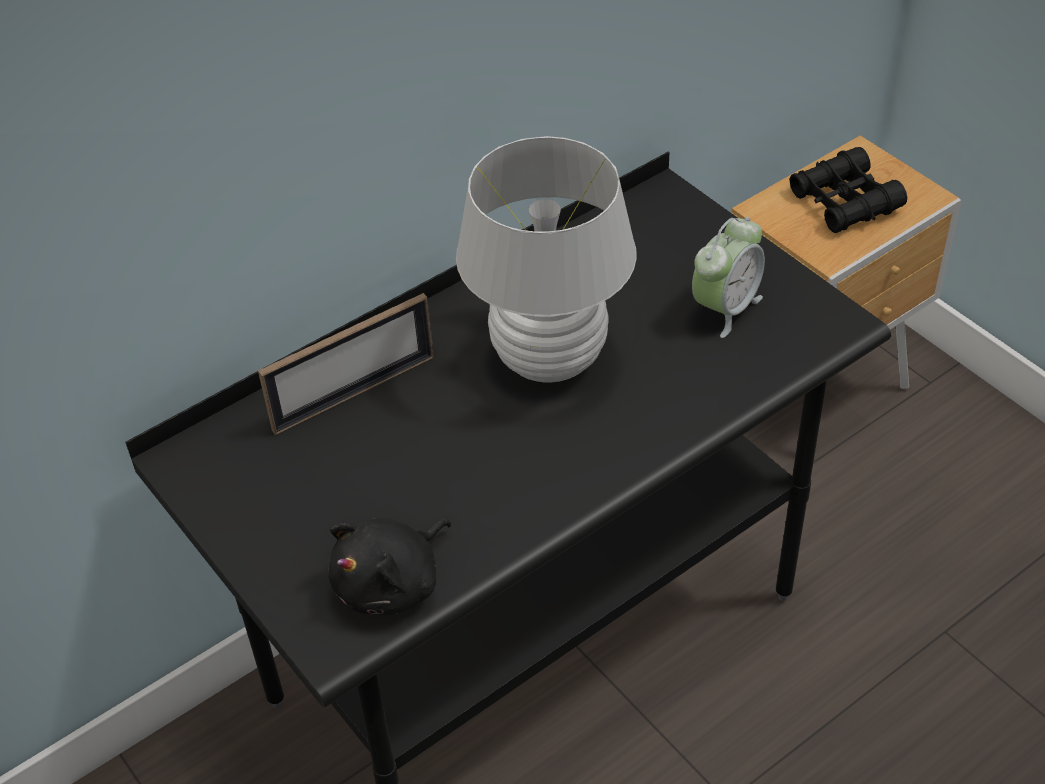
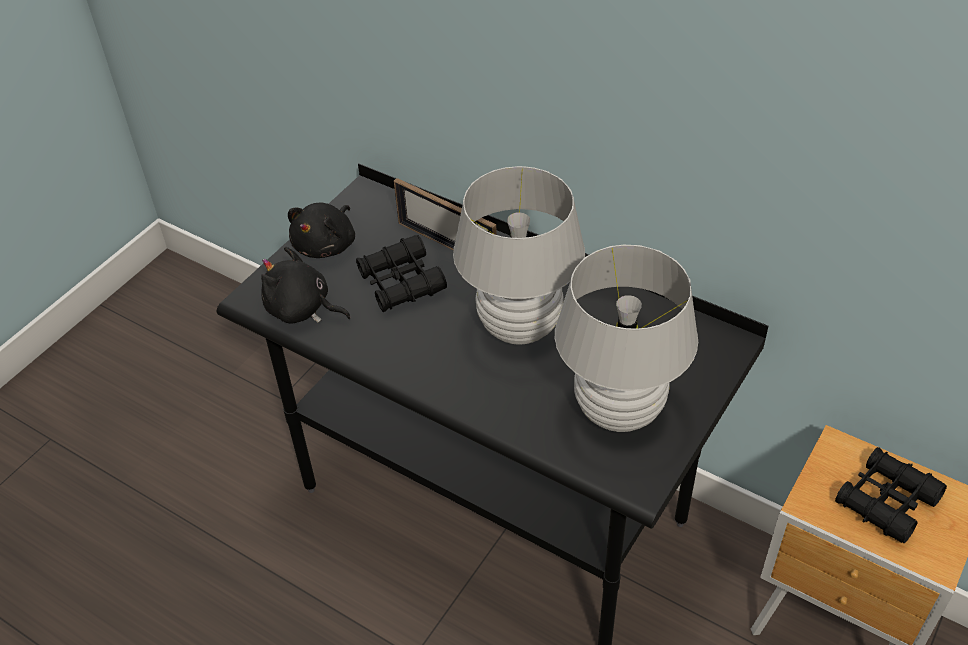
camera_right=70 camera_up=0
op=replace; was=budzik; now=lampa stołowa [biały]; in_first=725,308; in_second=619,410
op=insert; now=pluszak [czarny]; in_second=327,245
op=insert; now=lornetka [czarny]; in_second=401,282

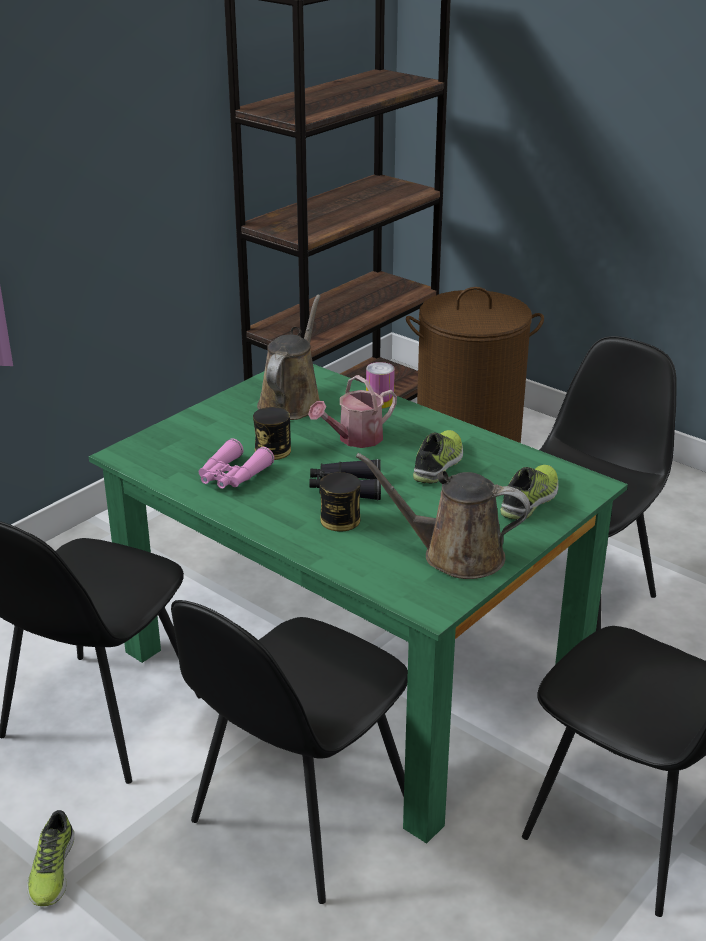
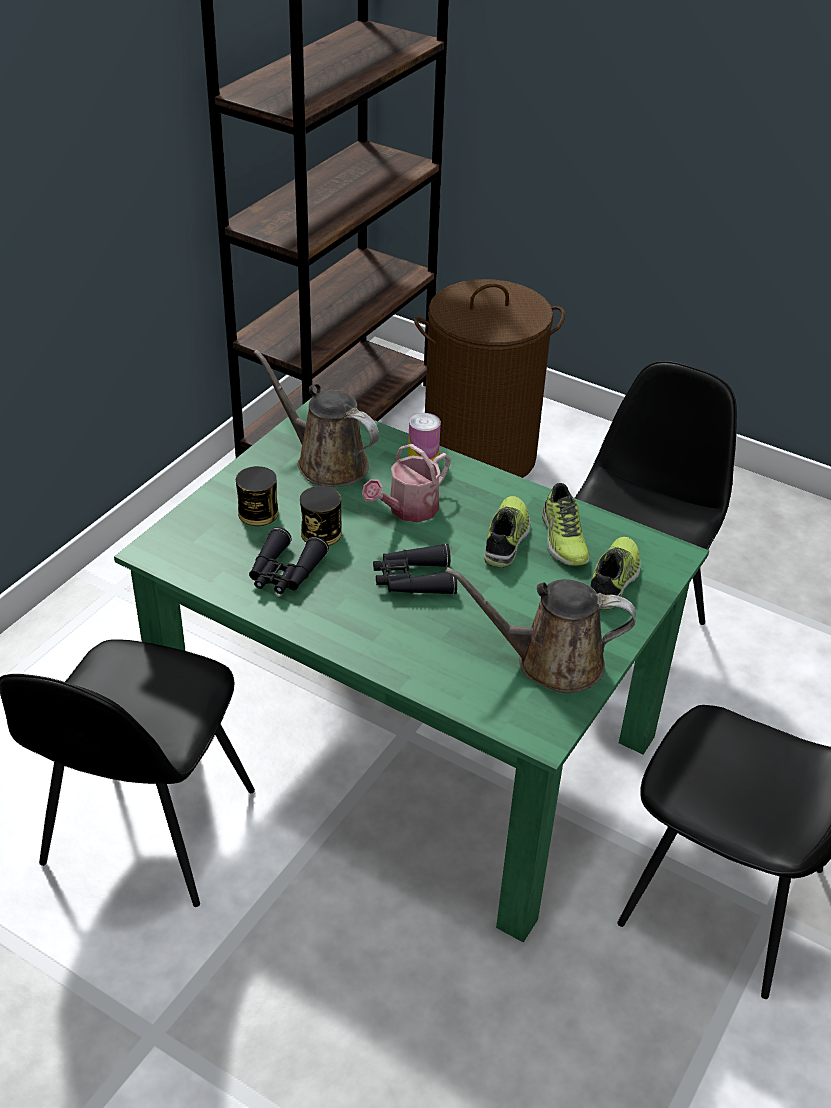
camera_right=-10 camera_up=10
op=rotate; was=konewka [brązowy]; in_first=292,402; in_second=326,462; clockwise=-60
op=recolor; was=lornetka [różowy]; now=lornetka [czarny]; in_first=232,476; in_second=285,573
op=move; was=puszka; in_first=340,520; in_second=258,513
op=delete; was=krzesło [czarny]; in_first=298,818
op=move; was=but; in_first=51,870; in_second=562,538

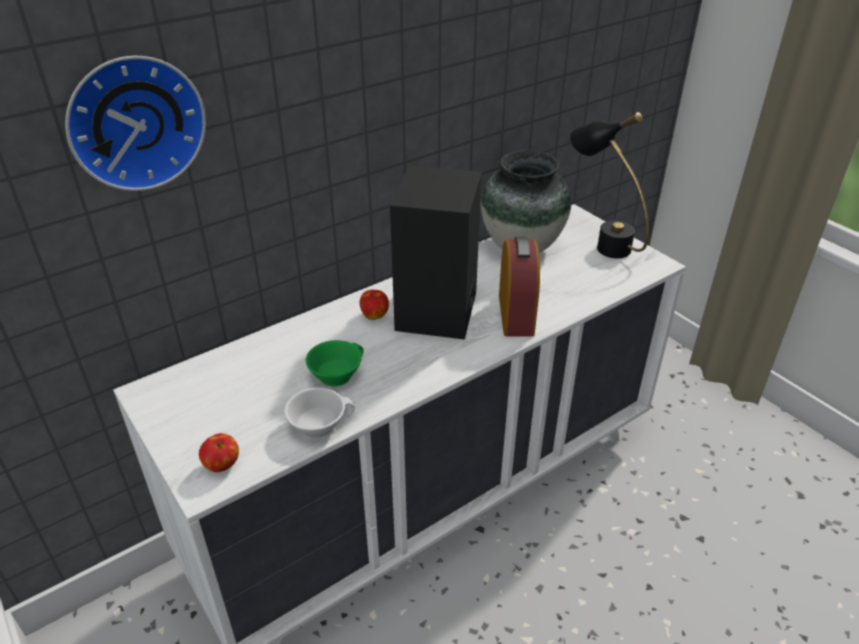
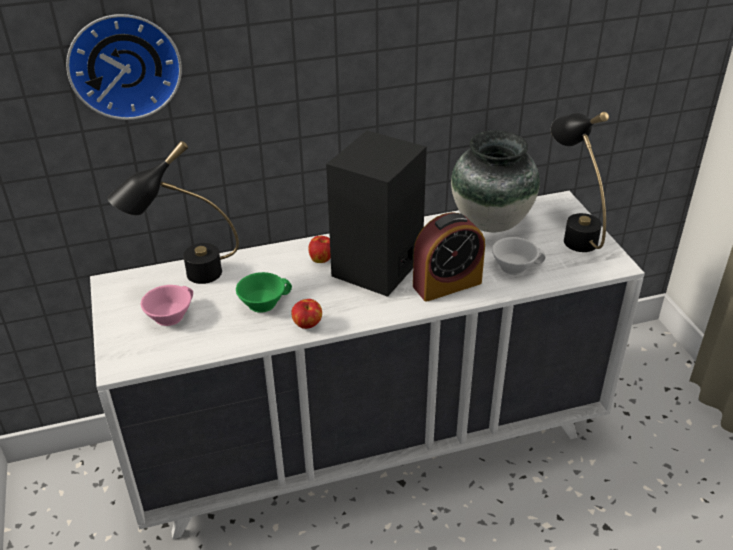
camera_right=20 camera_up=0
op=rotate; was=budzik; in_first=516,314; in_second=447,284; clockwise=45
op=move; was=filiżanka [biały]; in_first=318,424; in_second=514,265
op=move; was=jabłko; in_first=222,465; in_second=307,325
op=insert; now=lampa stołowa [czarny]; in_second=187,277
op=insert; now=filiżanka [różowy]; in_second=169,314

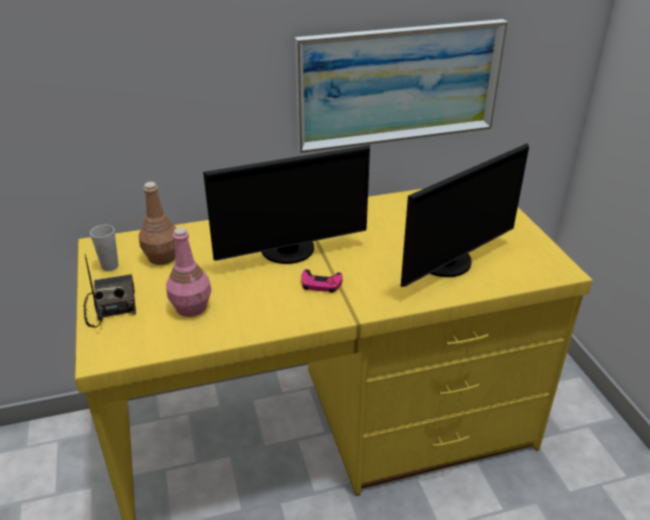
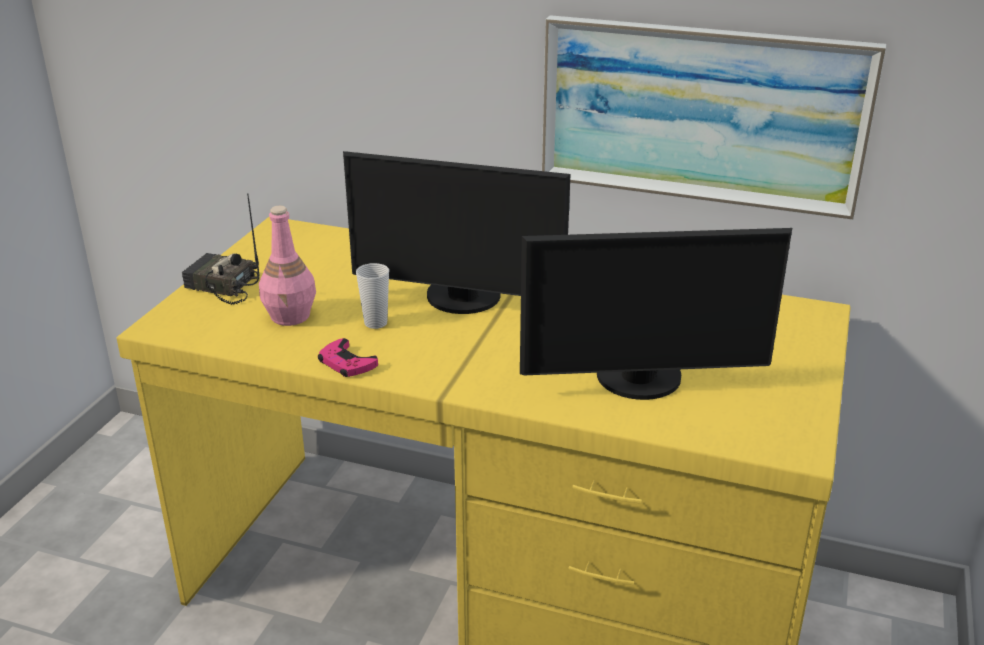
camera_right=35 camera_up=-5
op=delete; was=butelka [brązowy]; in_first=162,257
op=move; was=filiżanka; in_first=110,266; in_second=376,323
op=rotate; was=radio; in_first=111,306; in_second=221,287; clockwise=-90
op=move; was=pad do gier [różowy]; in_first=321,284; in_second=346,363

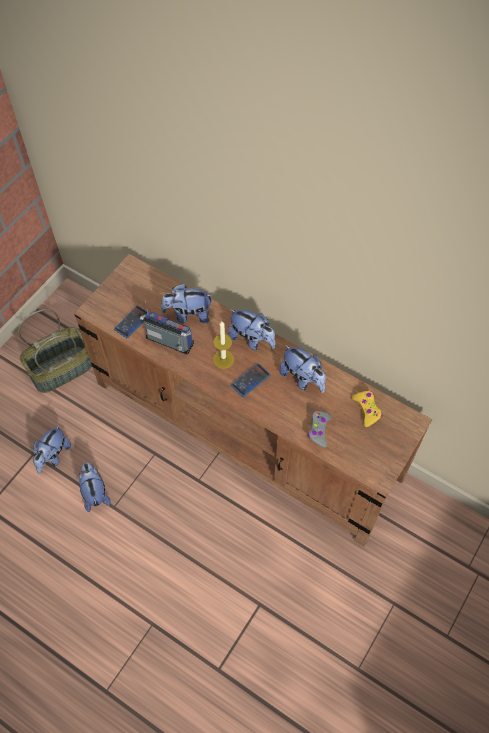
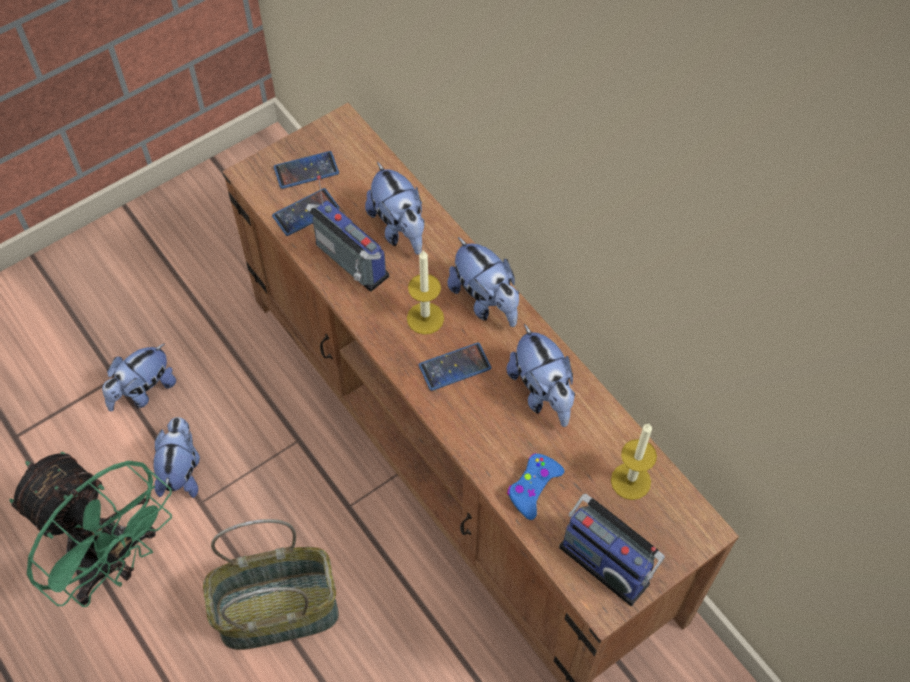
camera_right=20 camera_up=0
op=rotate; was=pluszak; in_first=188,315; in_second=399,228; clockwise=-135
op=move; was=koszyk; in_first=61,368; in_second=278,609
op=replace; was=pad do gier [żółty]; now=świeca; in_first=367,409; in_second=630,481
op=recolor; was=pad do gier [szary]; now=pad do gier [niebieski]; in_first=319,430; in_second=533,488
op=insert; now=telefon; in_second=306,170
op=insert; now=wentylator [zielony]; in_second=112,562
op=insert; now=radio; in_second=607,562

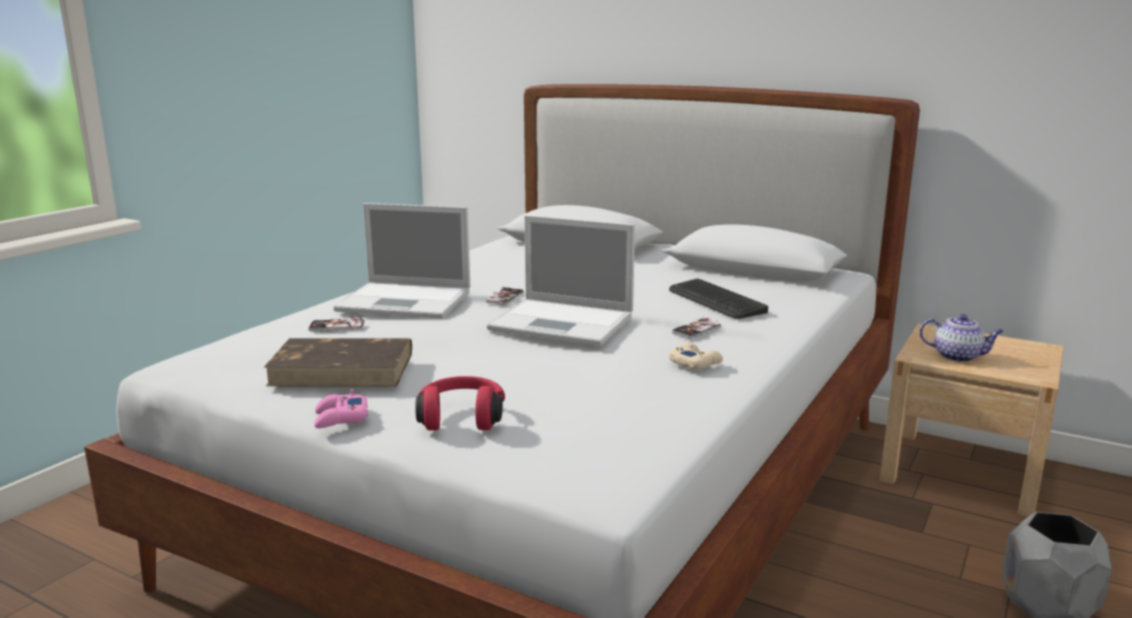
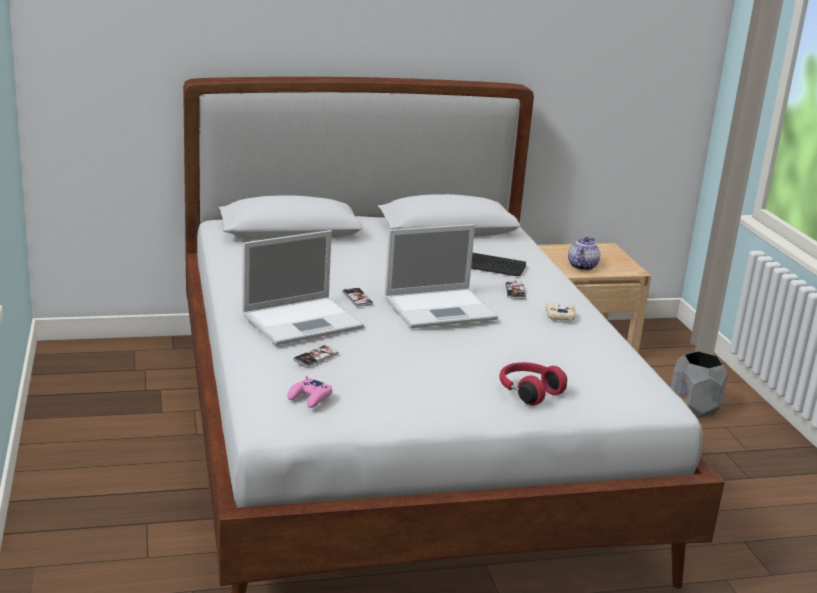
camera_right=-45 camera_up=5
op=rotate; was=imbryk; in_first=958,356; in_second=582,266; clockwise=-45
op=delete; was=książka [brązowy]; in_first=344,369
op=move; was=pad do gier [różowy]; in_first=340,418; in_second=310,398

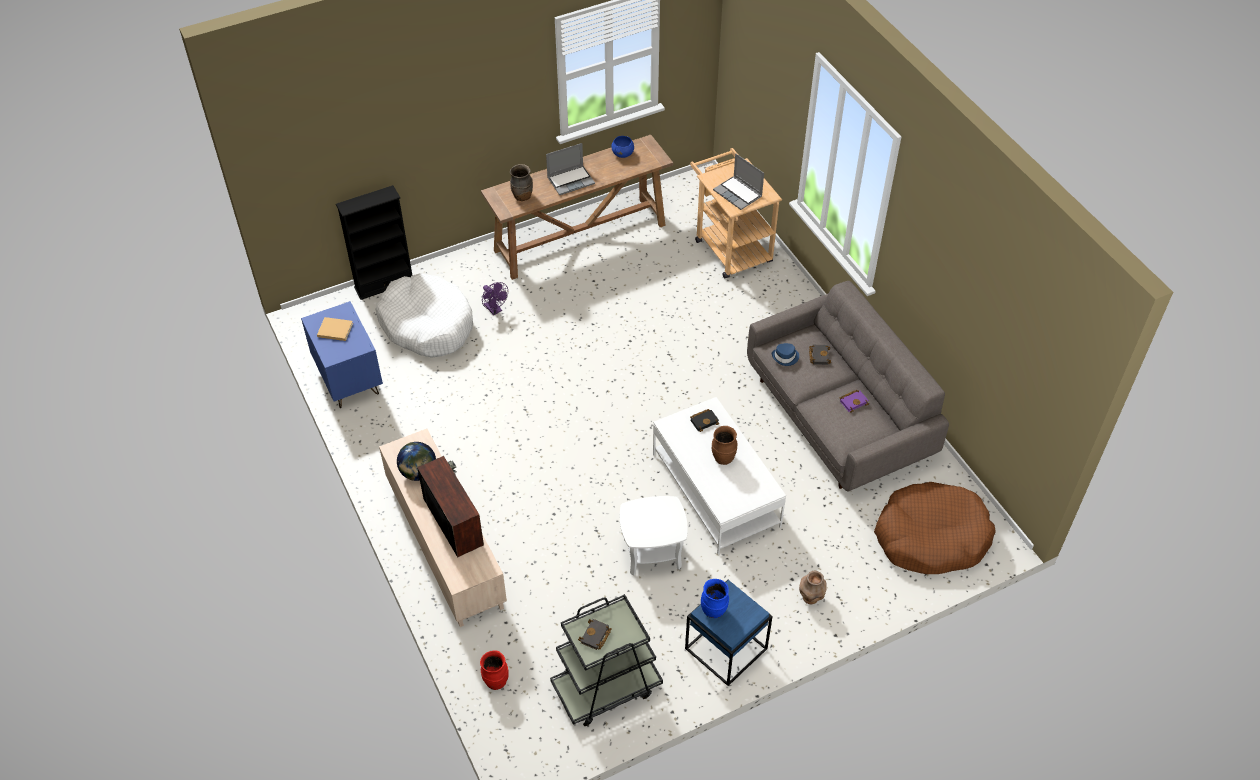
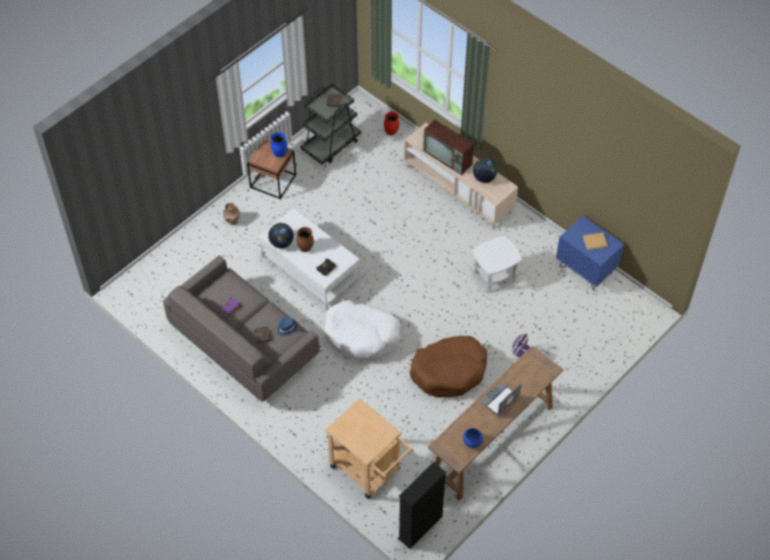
camera_right=160 camera_up=5
op=delete; was=laptop; in_first=738,194
op=delete; was=wazon [brązowy]; in_first=522,196
op=move; was=regał [czarny]; in_first=384,284; in_second=420,527
op=move; was=legowisko [biały]; in_first=427,324; in_second=362,336
op=move; was=legowisko [brązowy]; in_first=930,537; in_second=449,371
op=move; was=stolik [biały]; in_first=652,553; in_second=494,275
op=recolor; was=stolik [niebieski]; now=stolik [brązowy]; in_first=726,650; in_second=273,181
op=insert; now=globus; in_second=281,243

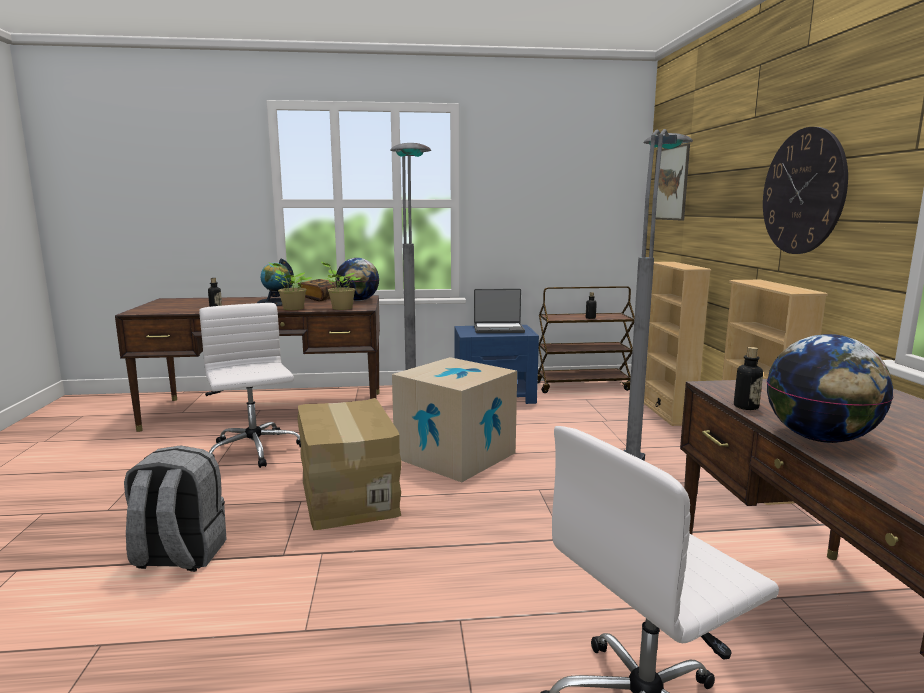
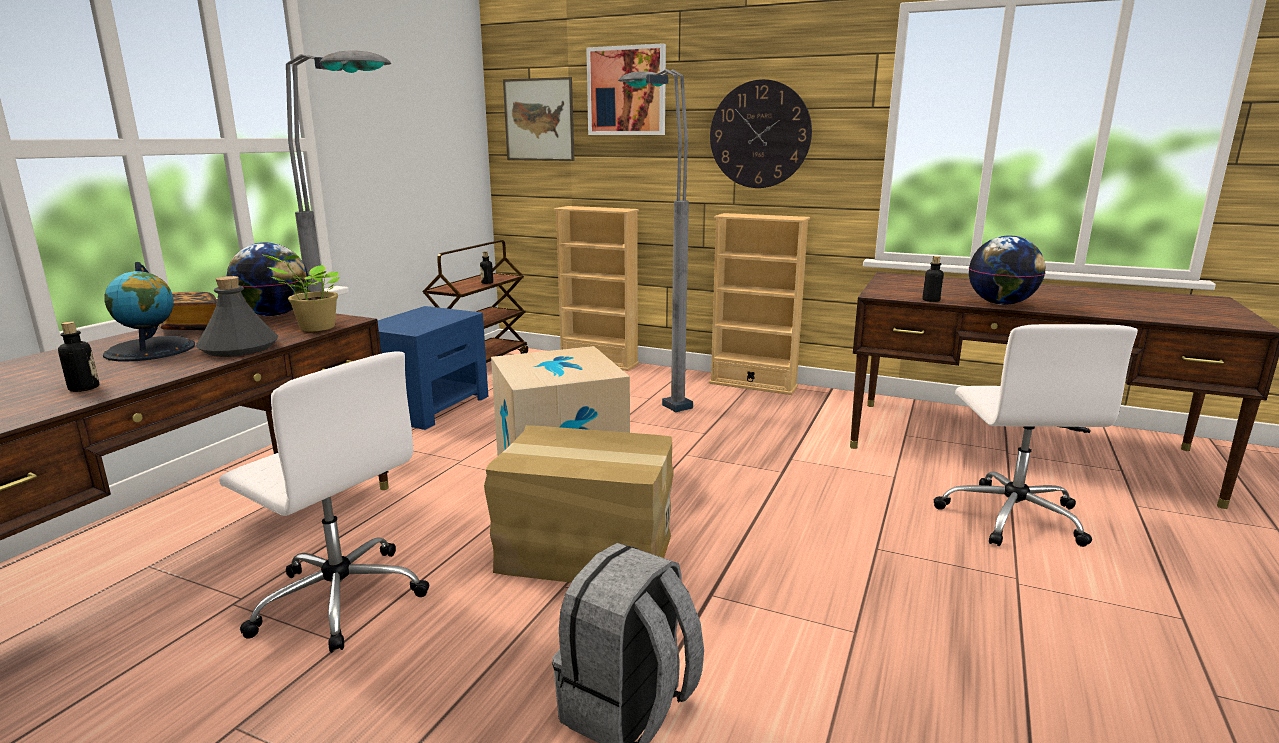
camera_right=-60 camera_up=5
op=replace; was=roślina doniczkowa; now=butelka [szary]; in_first=291,308; in_second=240,348
op=delete; was=laptop; in_first=498,329
op=rotate; was=krzesło biurowe [biały]; in_first=254,451; in_second=339,598; clockwise=-150
op=insert; now=obraz; in_second=626,91

